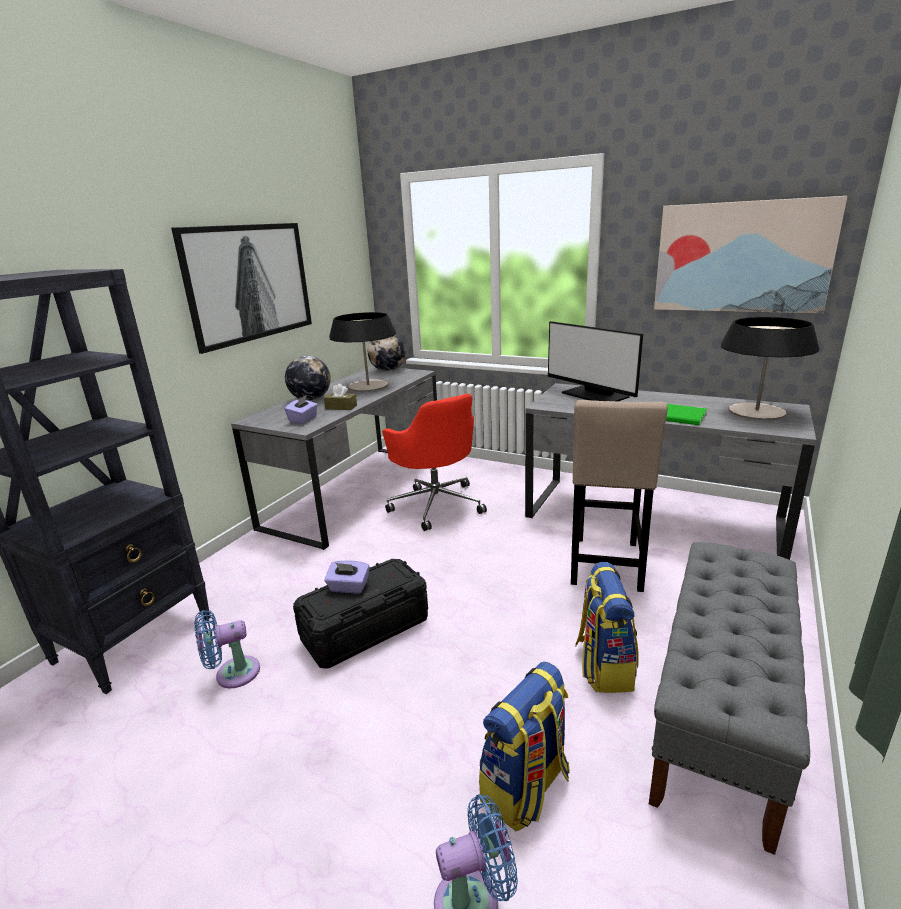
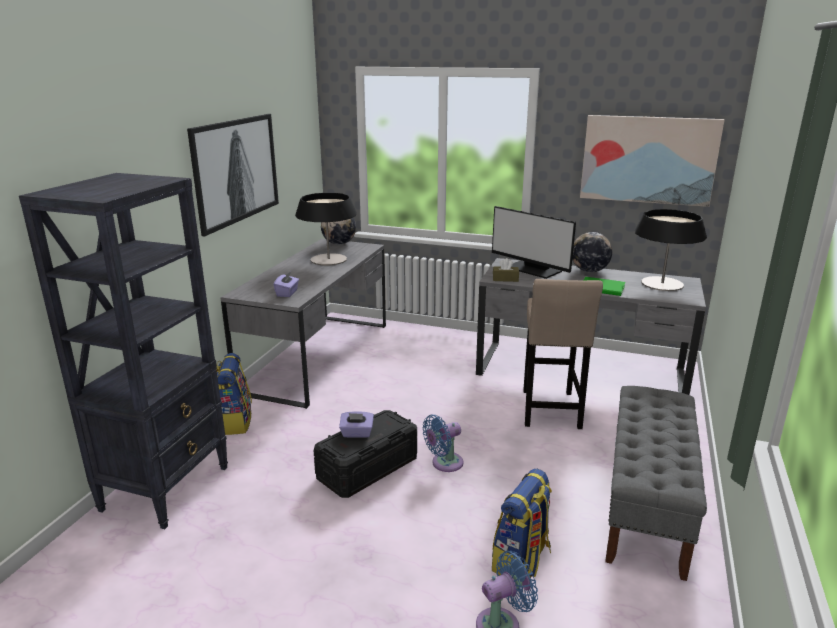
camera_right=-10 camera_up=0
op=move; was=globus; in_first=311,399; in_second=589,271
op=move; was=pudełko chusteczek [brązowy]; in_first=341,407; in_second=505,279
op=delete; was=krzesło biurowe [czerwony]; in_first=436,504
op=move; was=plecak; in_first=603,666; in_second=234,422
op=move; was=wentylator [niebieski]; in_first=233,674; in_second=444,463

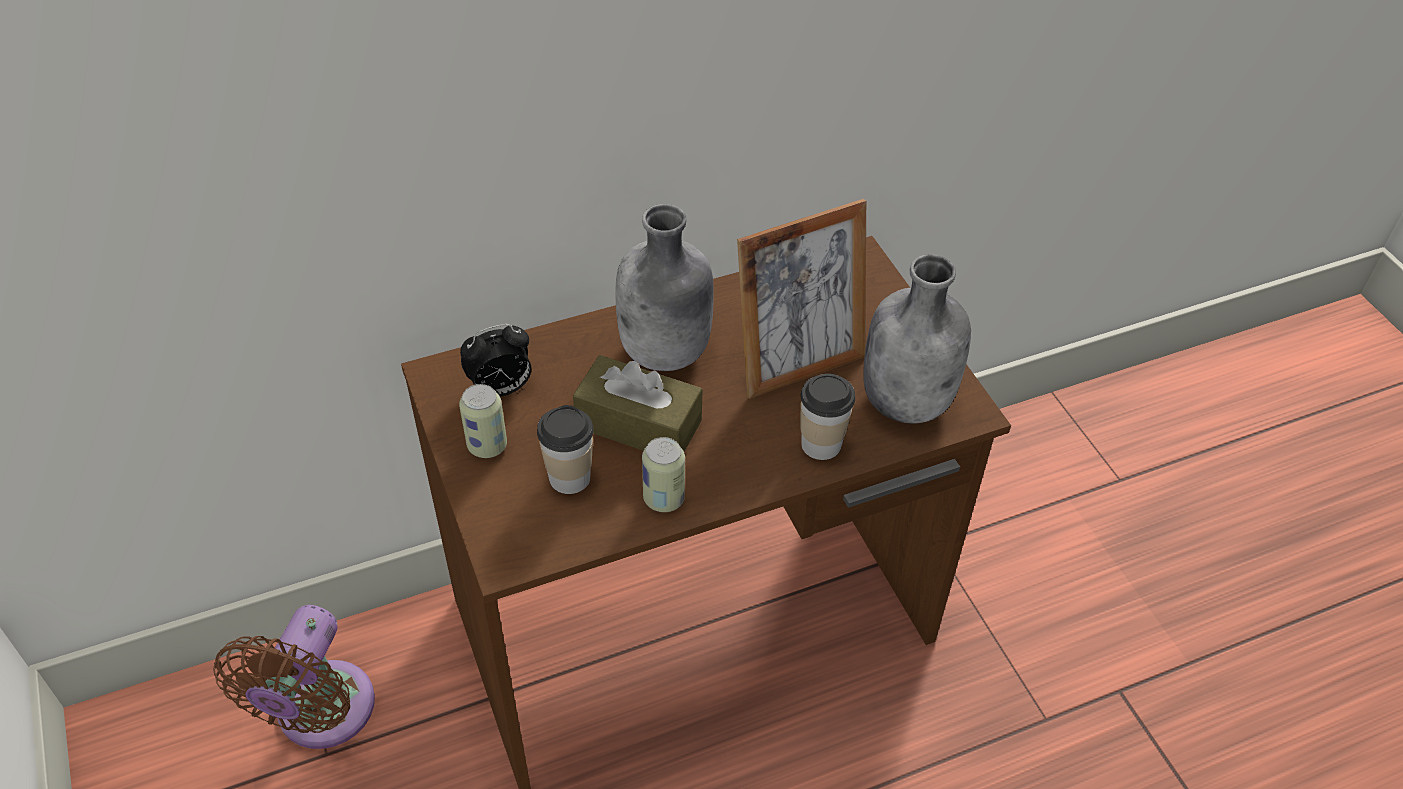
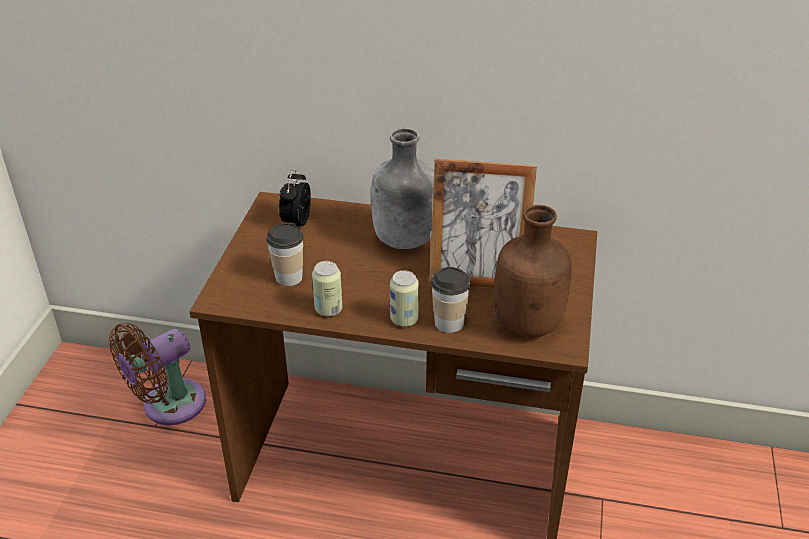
camera_right=35 camera_up=-10
op=recolor; was=butelka [szary]; now=butelka [brązowy]; in_first=908,401; in_second=529,324
op=rotate; was=budzik; in_first=501,389; in_second=296,222; clockwise=90
op=delete; was=pudełko chusteczek [brązowy]; in_first=638,424
op=move; was=puszka; in_first=487,446; in_second=404,319

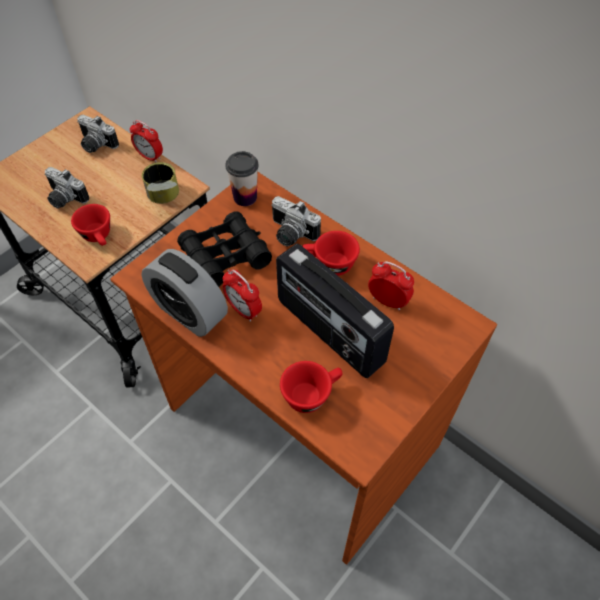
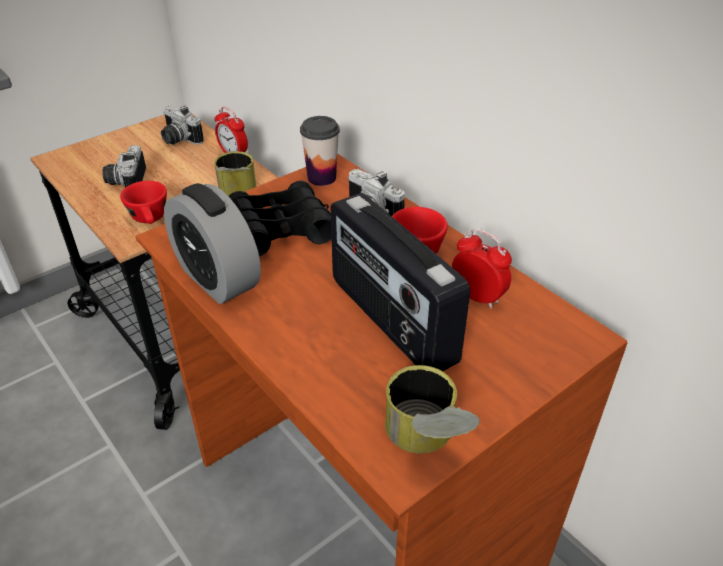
camera_right=10 camera_up=-15
op=rotate; was=aparat fotograficzny; in_first=64,199; in_second=126,182; clockwise=45
op=delete; was=budzik; in_first=244,310
op=delete; was=filiżanka [czerwony]; in_first=311,393
op=insert; now=puszka; in_second=426,442

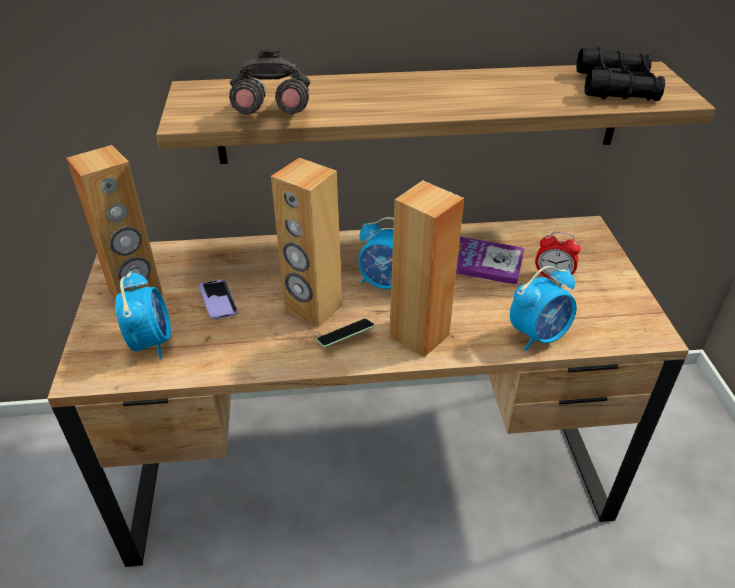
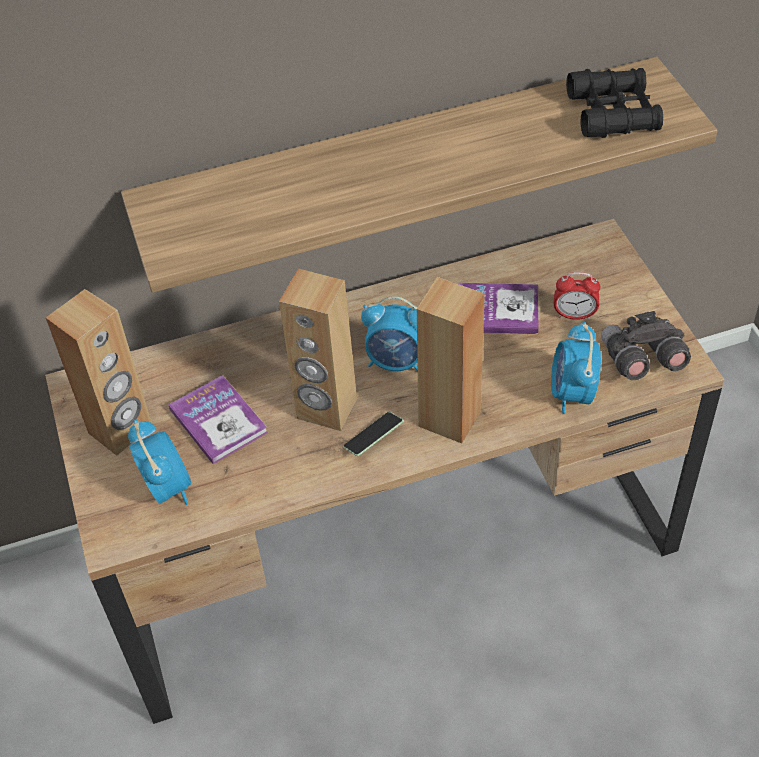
camera_right=-10 camera_up=10
op=move; was=lornetka [szary]; in_first=272,113; in_second=641,360
op=rotate; was=budzik; in_first=538,335; in_second=572,394; clockwise=135
op=replace; was=telefon; now=książka; in_first=218,300; in_second=218,421

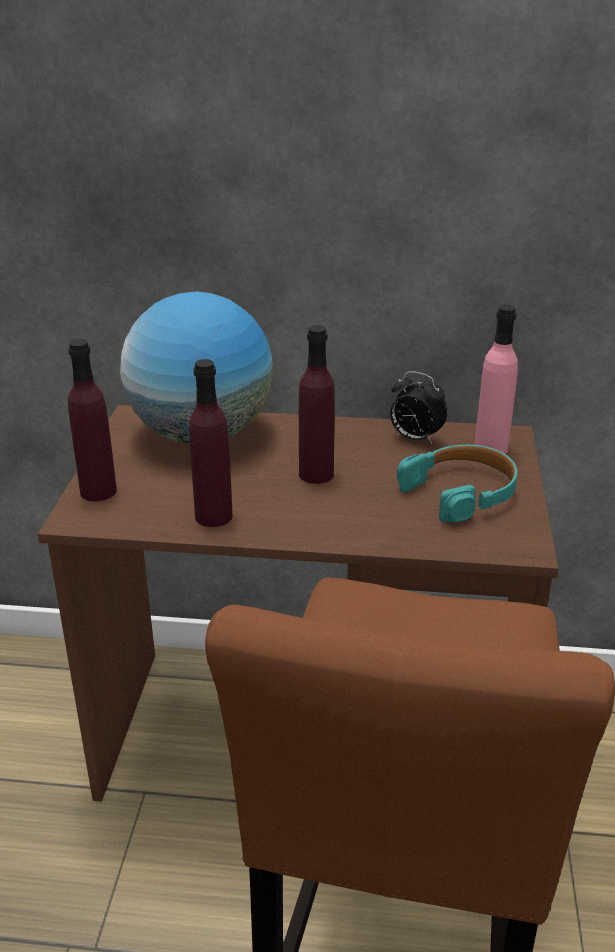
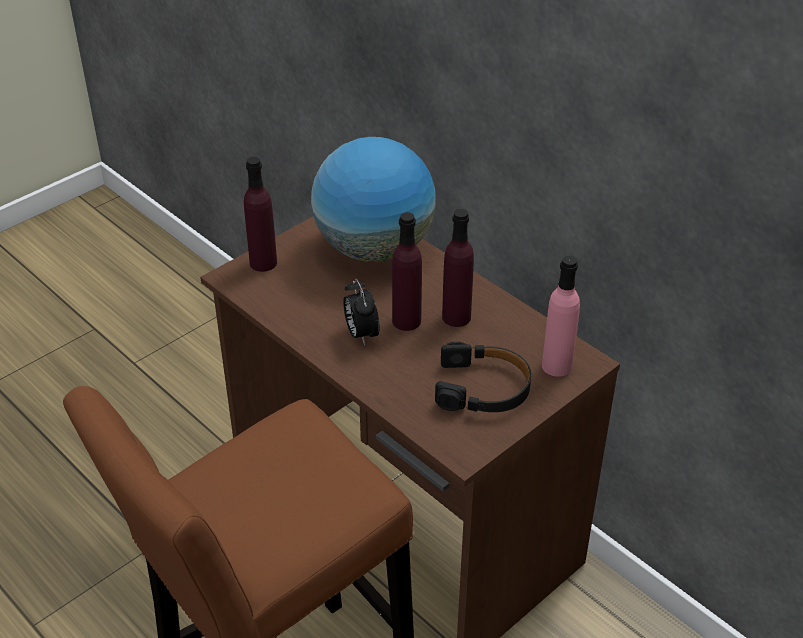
camera_right=40 camera_up=10
op=move; was=butelka [fioletowy]; in_first=213,516; in_second=456,317
op=move; was=budzik; in_first=415,439; in_second=361,334
op=recolor; was=słuchawki [turkusowy]; now=słuchawki [czarny]; in_first=461,492; in_second=483,388

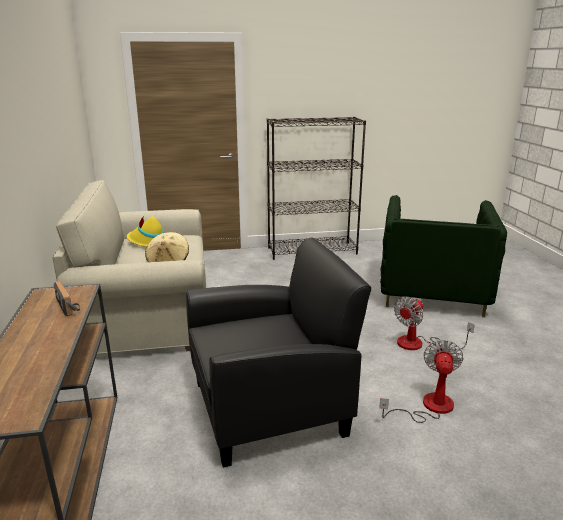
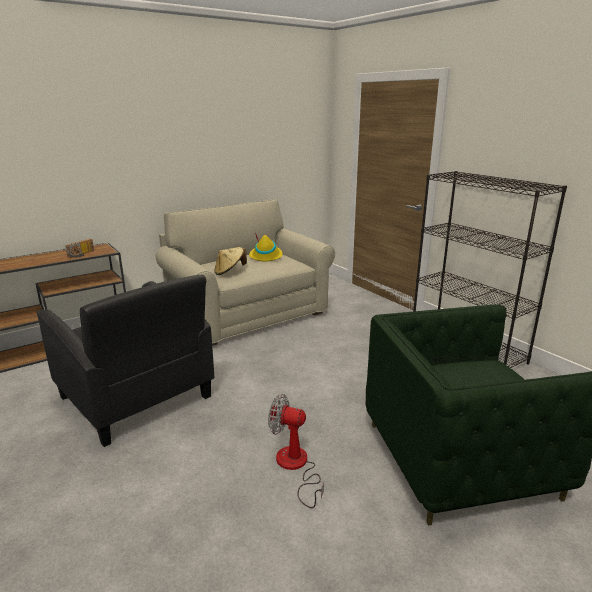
camera_right=65 camera_up=0
op=delete; was=wentylator; in_first=428,407

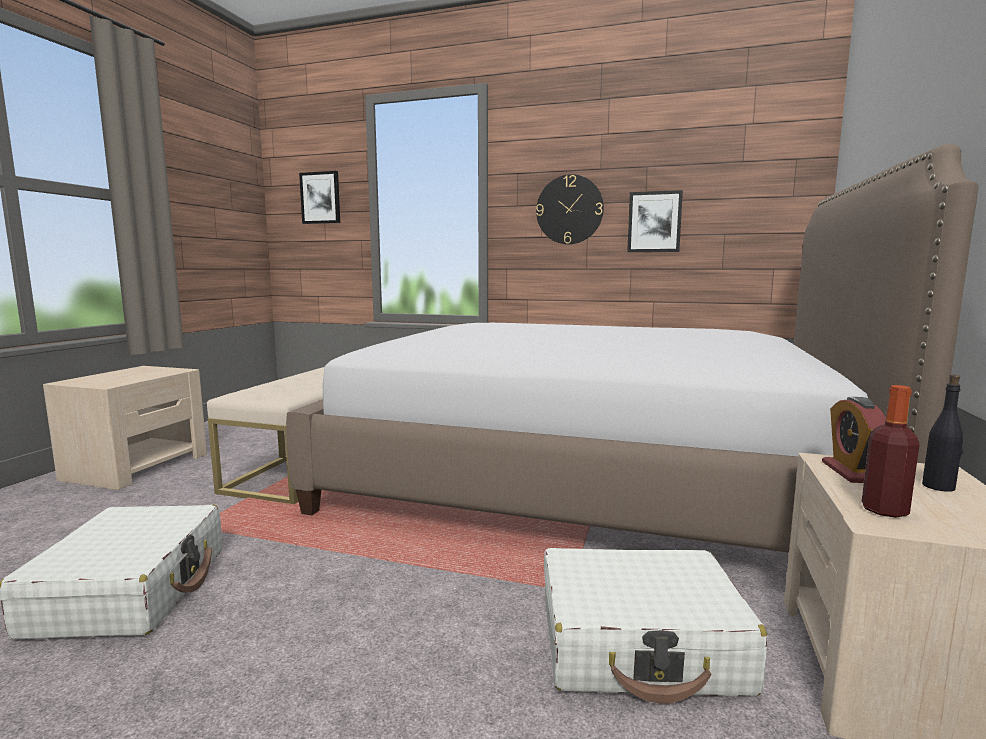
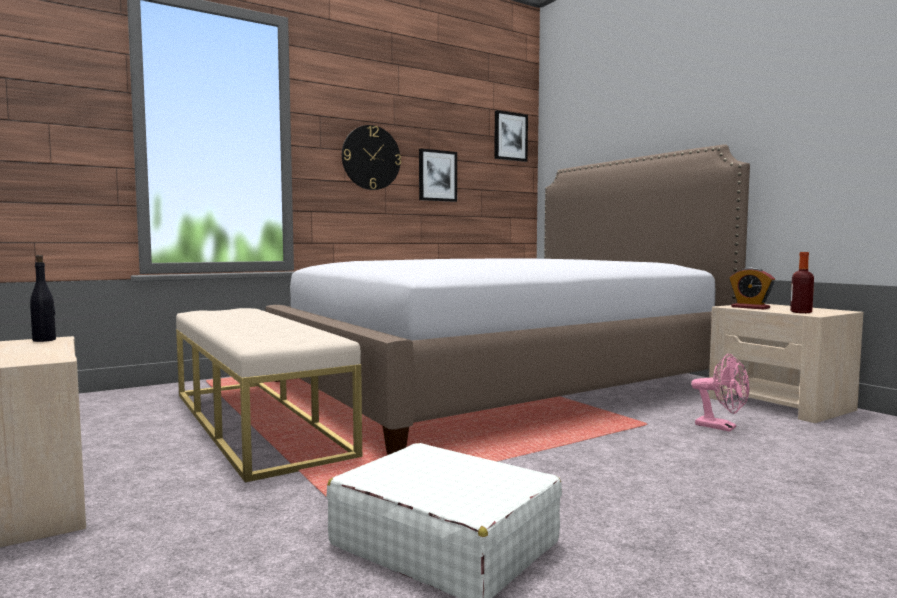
camera_right=-50 camera_up=-5
op=move; was=obraz; in_first=320,198; in_second=510,136
op=move; was=butelka [czarny]; in_first=939,487; in_second=44,340
op=replace; was=walizka [biały]; now=wentylator [różowy]; in_first=640,645; in_second=722,427

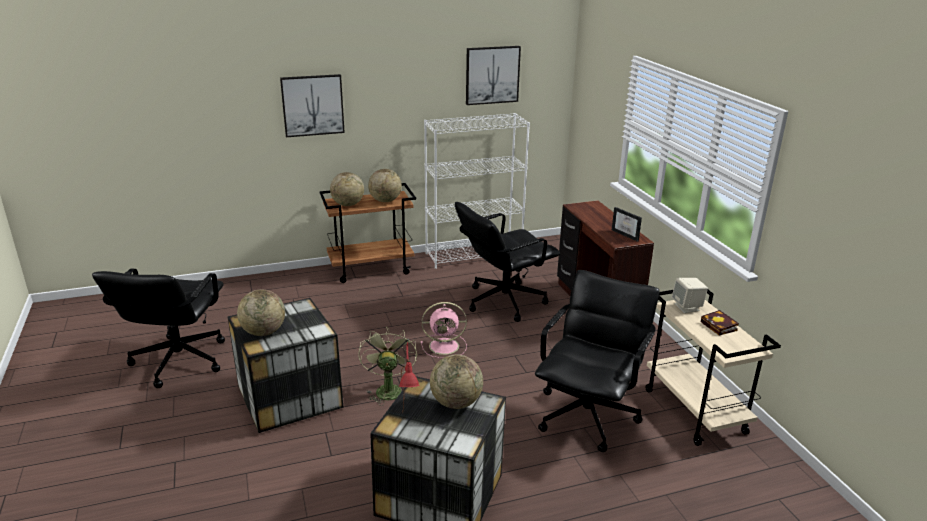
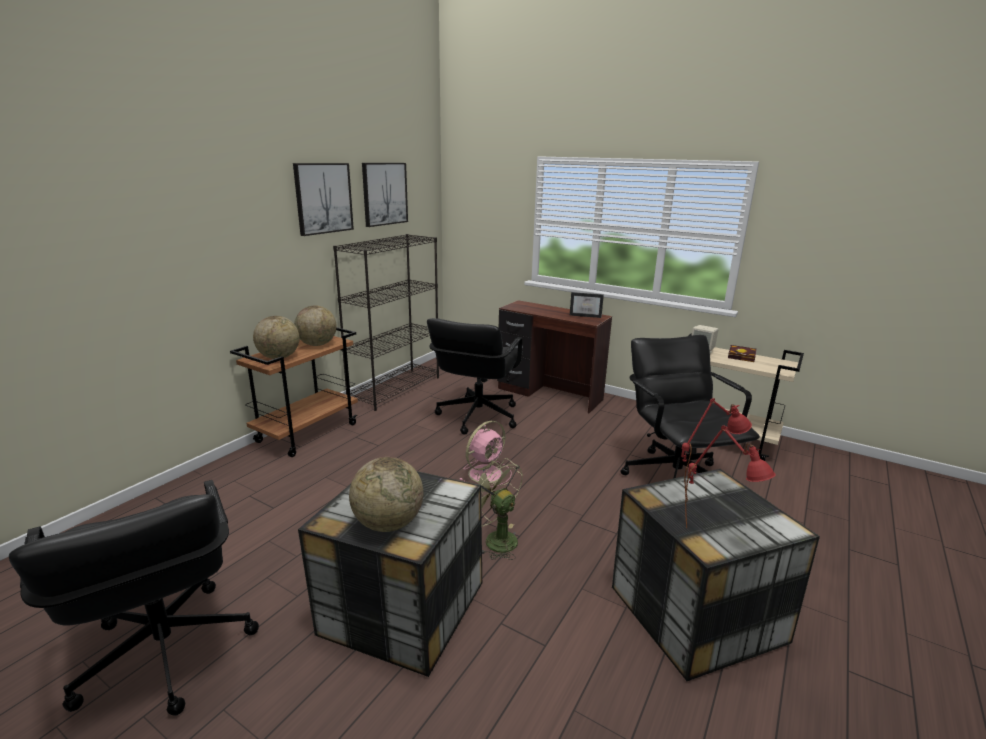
camera_right=-40 camera_up=-5
op=move; was=obraz; in_first=312,105; in_second=323,198
op=recolor; was=regał [biały]; now=regał [czarny]; in_first=474,255; in_second=395,388
op=replace; was=globus; now=lampa stołowa [czerwony]; in_first=456,402; in_second=704,493

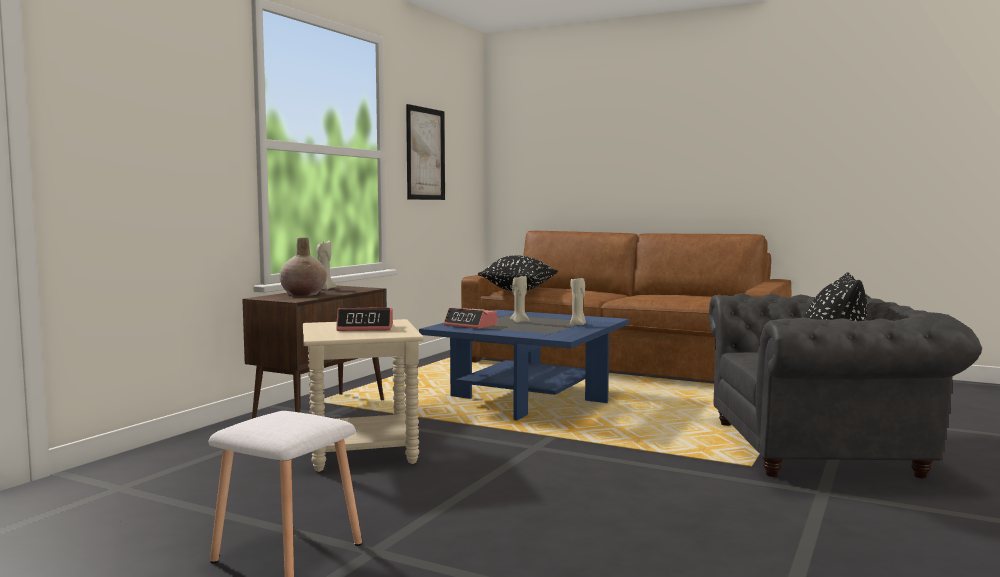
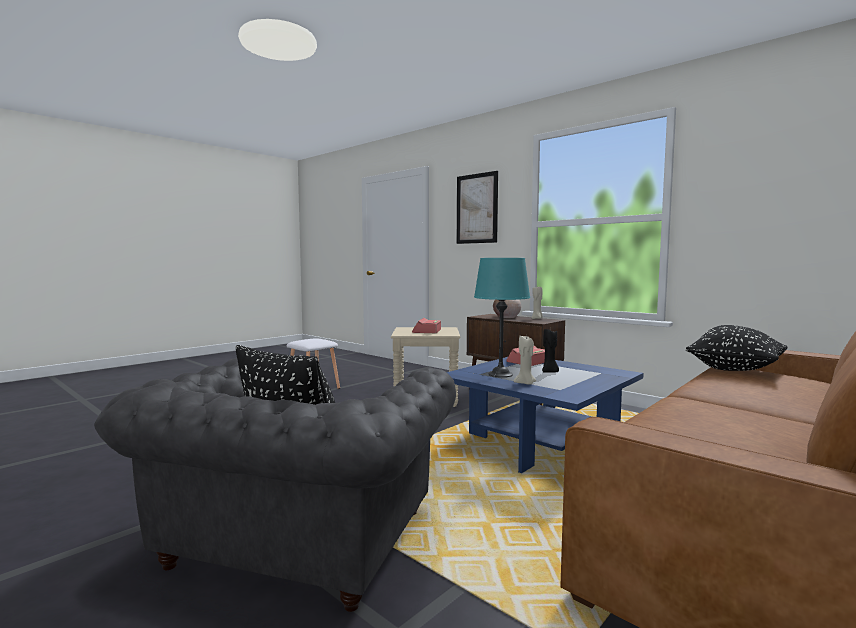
camera_right=105 camera_up=0
op=move; was=obraz; in_first=425,154; in_second=477,208
op=recolor; was=świeca [beżowy]; now=świeca [czarny]; in_first=519,321; in_second=549,372
op=insert; now=lampa stołowa [turkusowy]; in_second=500,374

